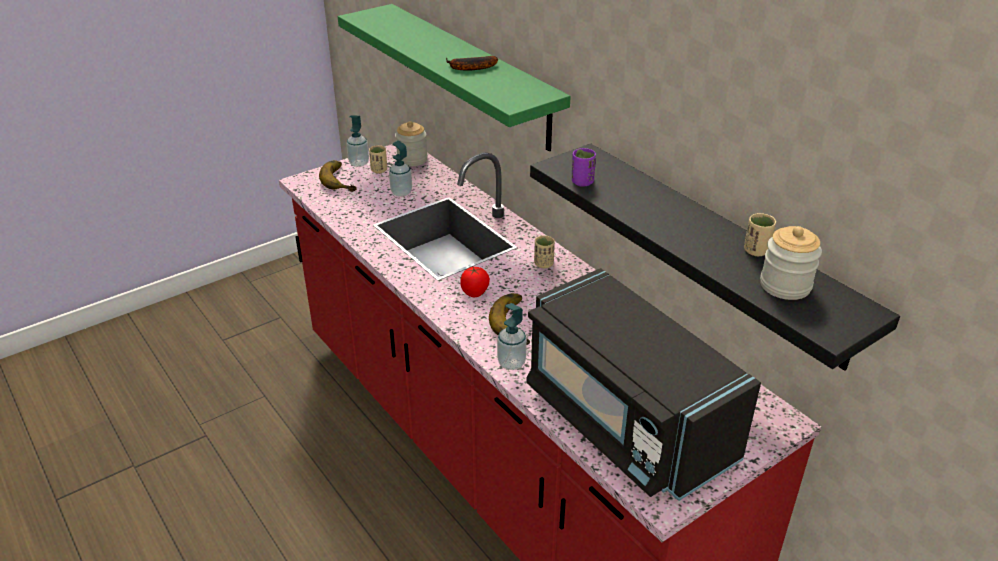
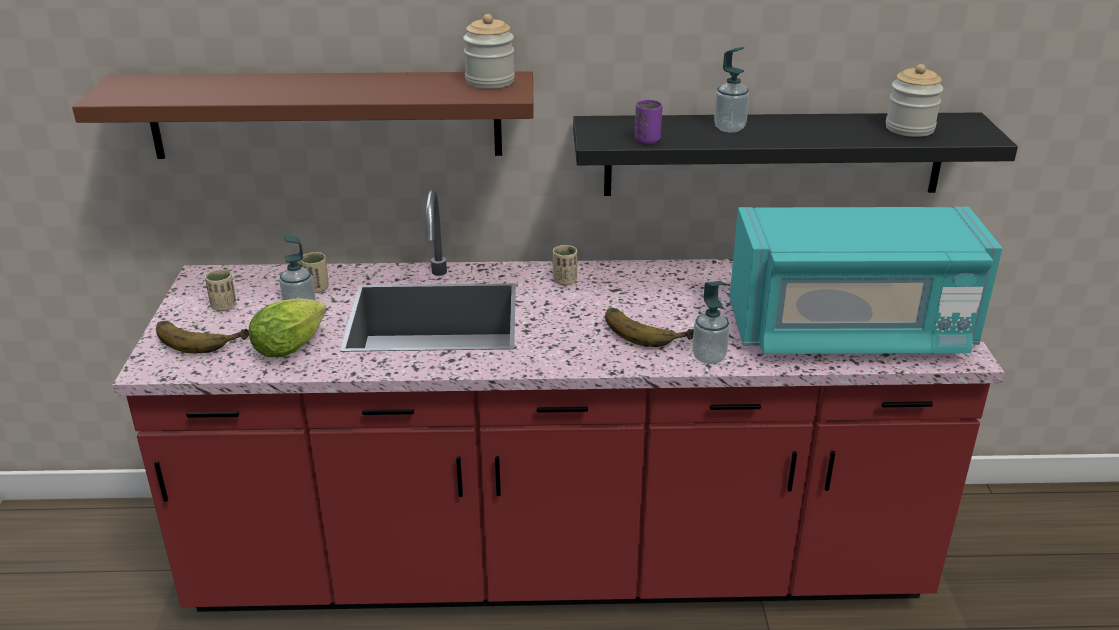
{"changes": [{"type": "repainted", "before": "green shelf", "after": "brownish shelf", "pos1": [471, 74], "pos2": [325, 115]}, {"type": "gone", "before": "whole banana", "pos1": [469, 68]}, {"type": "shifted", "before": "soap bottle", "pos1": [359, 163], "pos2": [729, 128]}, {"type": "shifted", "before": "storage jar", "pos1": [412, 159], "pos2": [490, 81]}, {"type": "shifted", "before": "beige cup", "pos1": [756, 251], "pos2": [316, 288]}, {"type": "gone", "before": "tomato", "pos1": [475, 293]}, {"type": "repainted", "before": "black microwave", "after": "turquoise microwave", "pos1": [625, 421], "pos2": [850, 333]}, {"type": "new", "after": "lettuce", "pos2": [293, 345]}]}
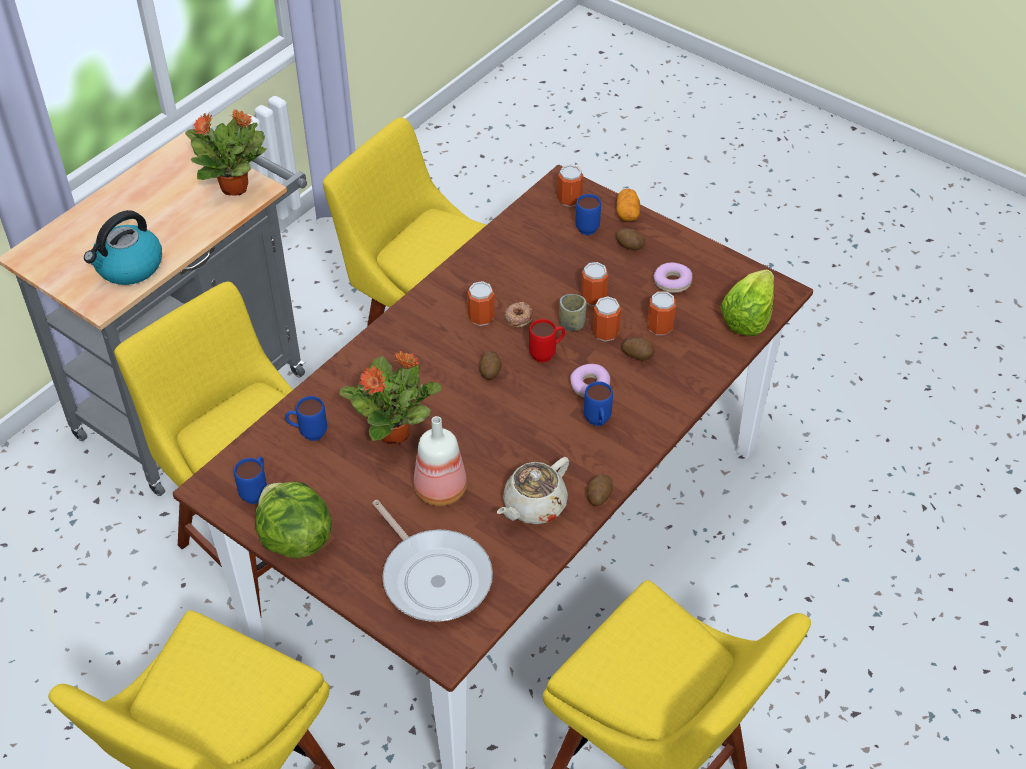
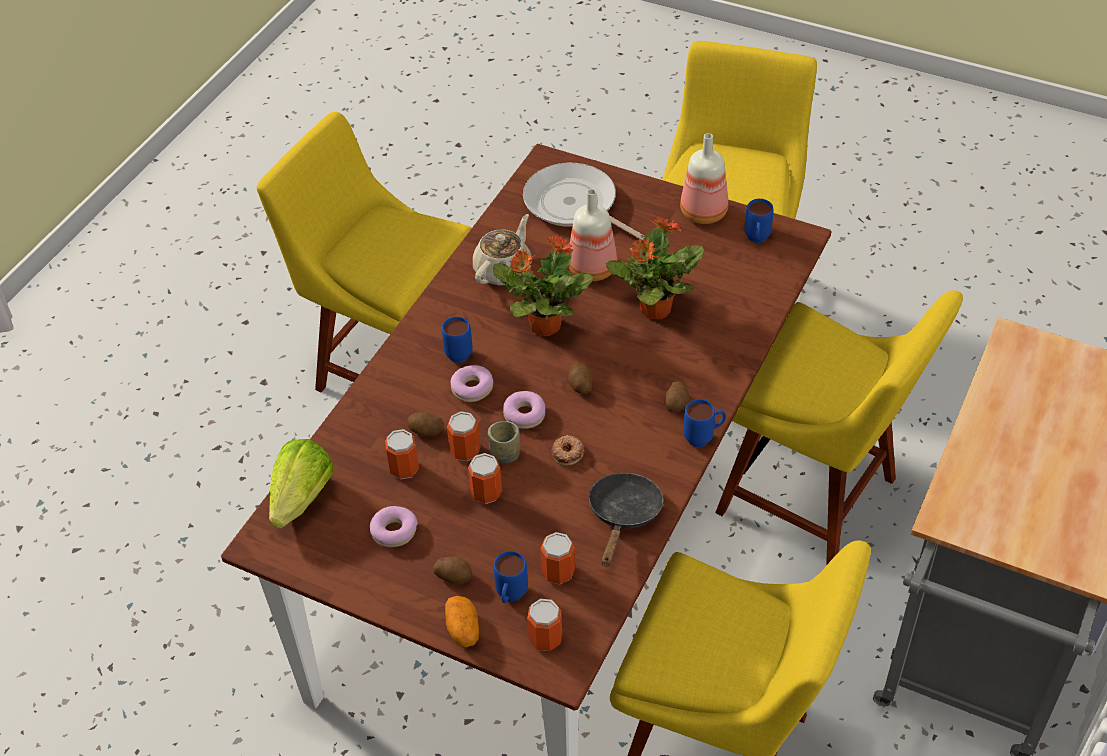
{"changes": [{"type": "shifted", "before": "plant in a pot", "pos1": [236, 187], "pos2": [544, 325]}, {"type": "gone", "before": "water kettle", "pos1": [129, 267]}, {"type": "shifted", "before": "can", "pos1": [481, 317], "pos2": [558, 572]}, {"type": "swapped", "before": "reddish tea mug", "after": "ring doughnut", "pos1": [547, 354], "pos2": [524, 414]}, {"type": "shifted", "before": "blue tea mug", "pos1": [308, 433], "pos2": [704, 438]}, {"type": "shifted", "before": "whole potato", "pos1": [598, 496], "pos2": [676, 404]}, {"type": "swapped", "before": "lettuce", "after": "beverage bottle", "pos1": [294, 539], "pos2": [703, 211]}, {"type": "new", "after": "black skillet", "pos2": [623, 515]}]}
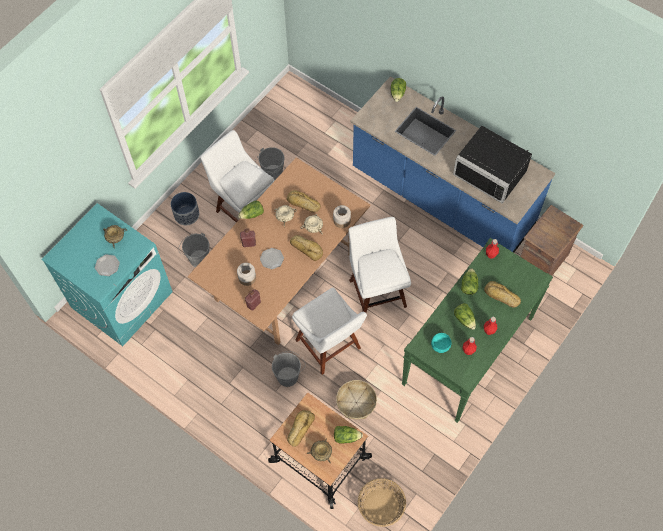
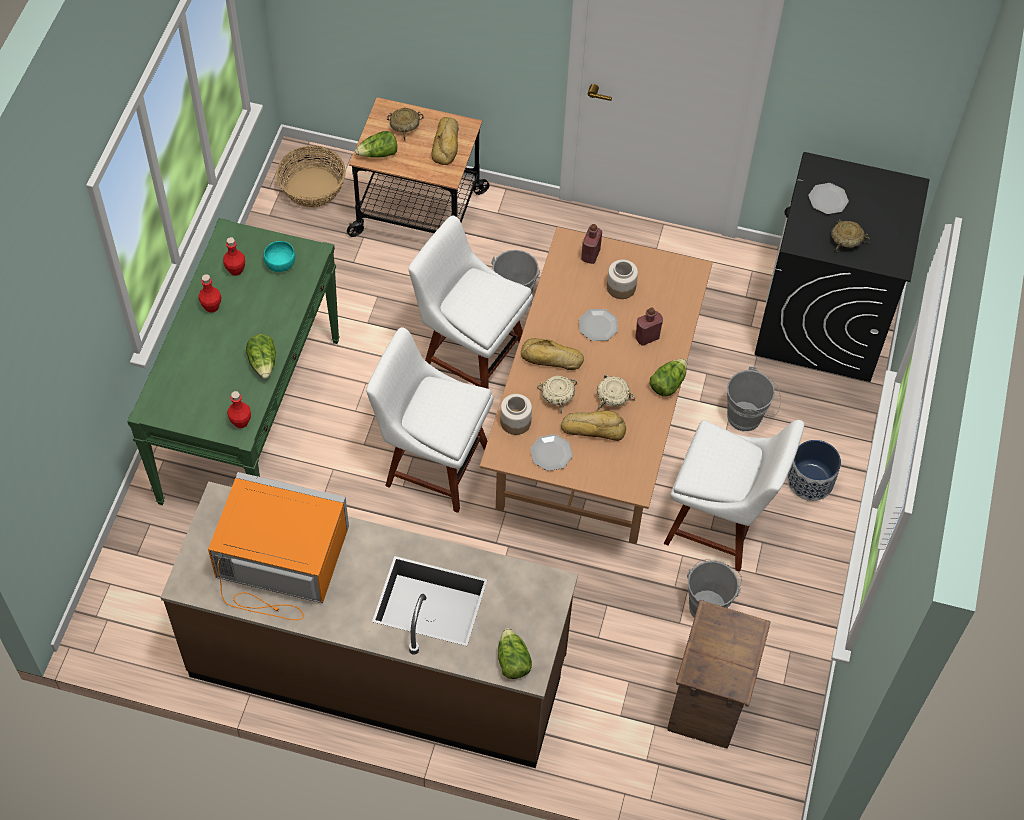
{"changes": [{"type": "repainted", "before": "blue kitchen counter", "after": "brownish kitchen counter", "pos1": [441, 198], "pos2": [378, 666]}, {"type": "repainted", "before": "black microwave", "after": "orangey microwave", "pos1": [492, 170], "pos2": [279, 562]}, {"type": "repainted", "before": "turquoise laundry machine", "after": "black laundry machine", "pos1": [122, 299], "pos2": [822, 320]}, {"type": "shifted", "before": "shipping crate", "pos1": [542, 261], "pos2": [708, 701]}, {"type": "rotated", "before": "white upright chair", "pos1": [377, 290], "pos2": [432, 464], "turn": 150}, {"type": "gone", "before": "bread", "pos1": [501, 296]}, {"type": "gone", "before": "lettuce", "pos1": [464, 319]}, {"type": "gone", "before": "household basket", "pos1": [356, 402]}, {"type": "new", "after": "plate", "pos2": [550, 453]}]}
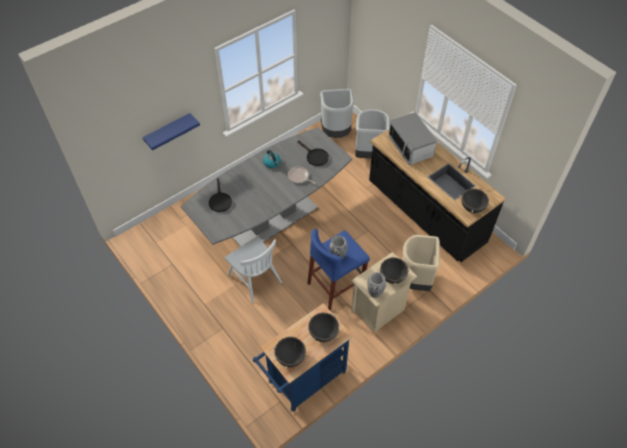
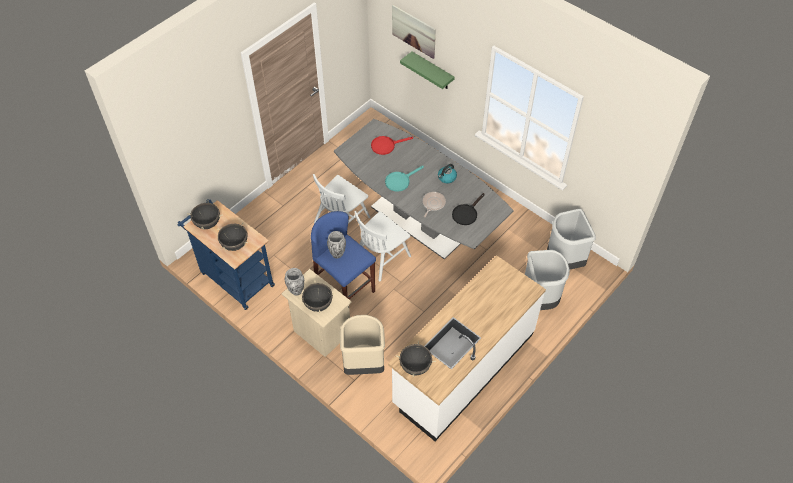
{"changes": [{"type": "gone", "before": "microwave", "pos1": [410, 147]}, {"type": "repainted", "before": "blue shelf", "after": "green shelf", "pos1": [168, 132], "pos2": [432, 71]}, {"type": "repainted", "before": "black kitchen counter", "after": "white kitchen counter", "pos1": [425, 213], "pos2": [463, 368]}, {"type": "repainted", "before": "black skillet", "after": "reddish skillet", "pos1": [220, 200], "pos2": [386, 145]}, {"type": "new", "after": "picture", "pos2": [414, 31]}, {"type": "new", "after": "turquoise skillet", "pos2": [400, 181]}, {"type": "new", "after": "white upright chair", "pos2": [381, 257]}]}
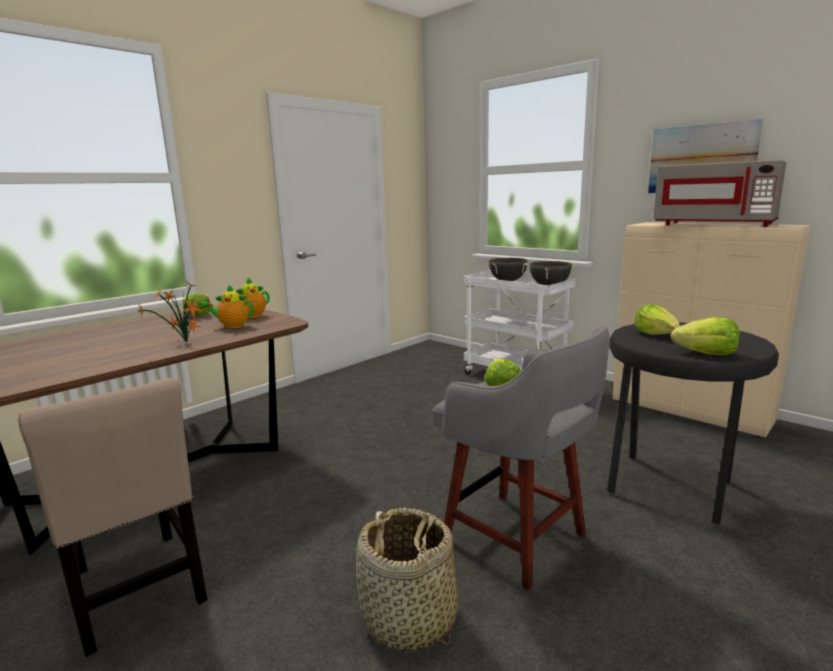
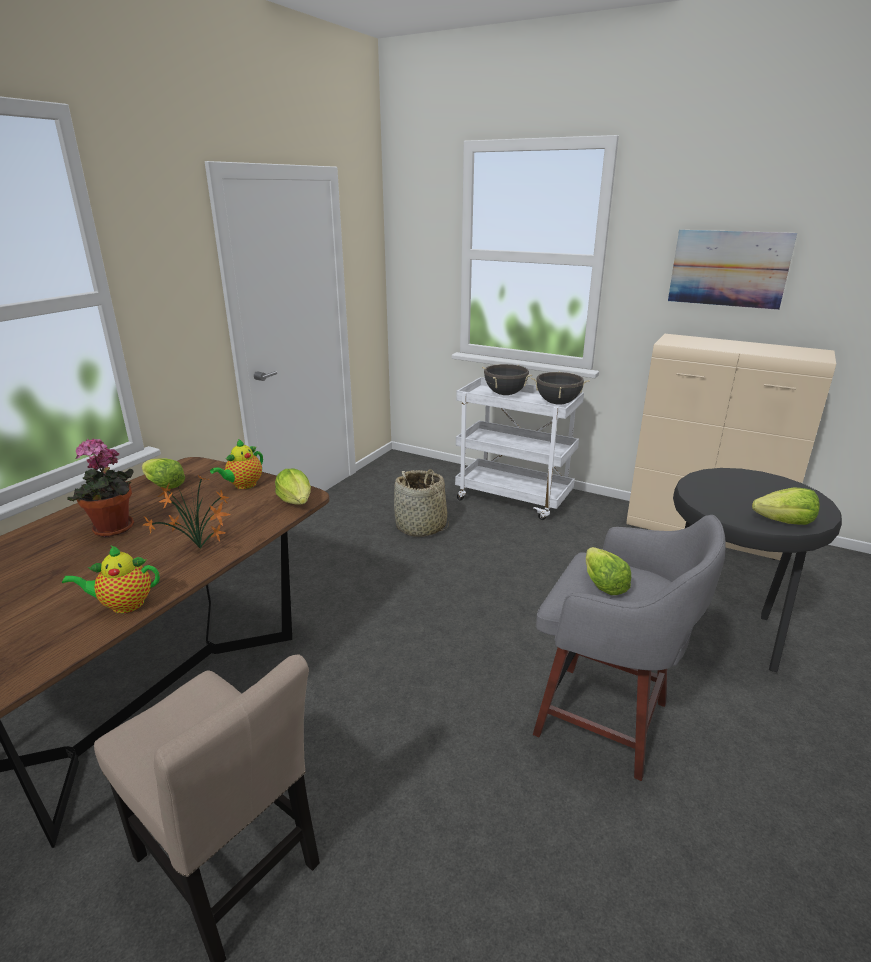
{"changes": [{"type": "gone", "before": "grey microwave", "pos1": [714, 225]}, {"type": "shifted", "before": "pot for tea", "pos1": [232, 326], "pos2": [123, 605]}, {"type": "shifted", "before": "lettuce", "pos1": [656, 335], "pos2": [296, 501]}, {"type": "shifted", "before": "household basket", "pos1": [409, 620], "pos2": [421, 527]}, {"type": "new", "after": "plant in a pot", "pos2": [114, 530]}]}
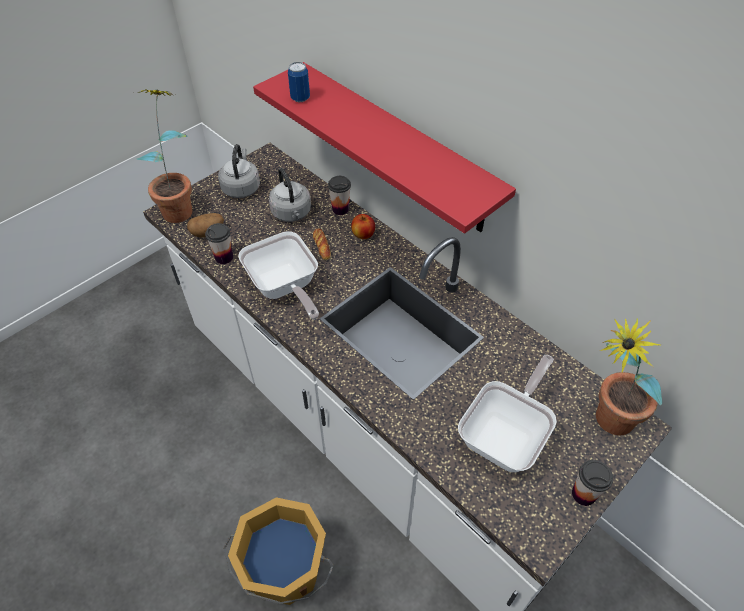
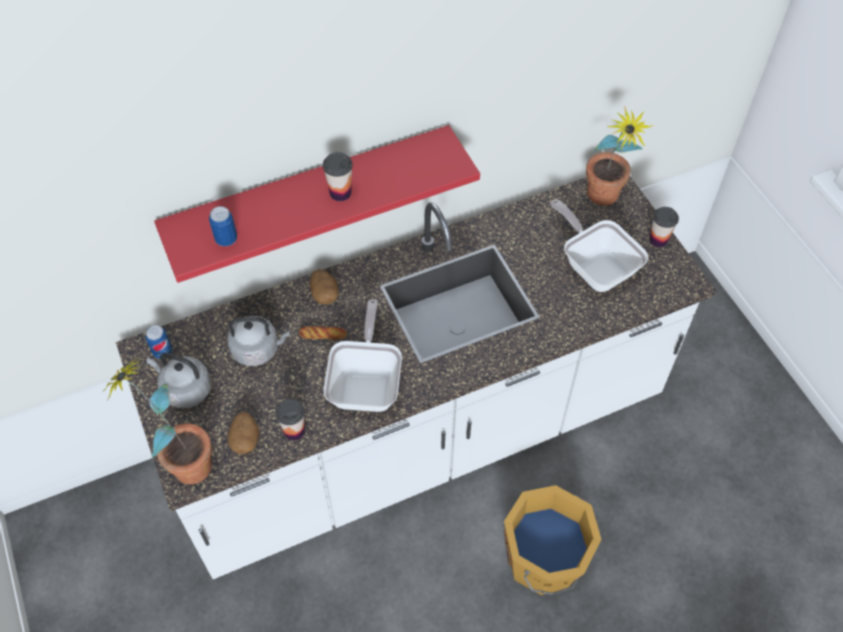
{"changes": [{"type": "shifted", "before": "cup", "pos1": [340, 209], "pos2": [340, 193]}, {"type": "swapped", "before": "apple", "after": "whole potato", "pos1": [363, 235], "pos2": [324, 294]}, {"type": "rotated", "before": "skillet", "pos1": [284, 288], "pos2": [367, 383], "turn": -75}, {"type": "new", "after": "can", "pos2": [162, 351]}]}
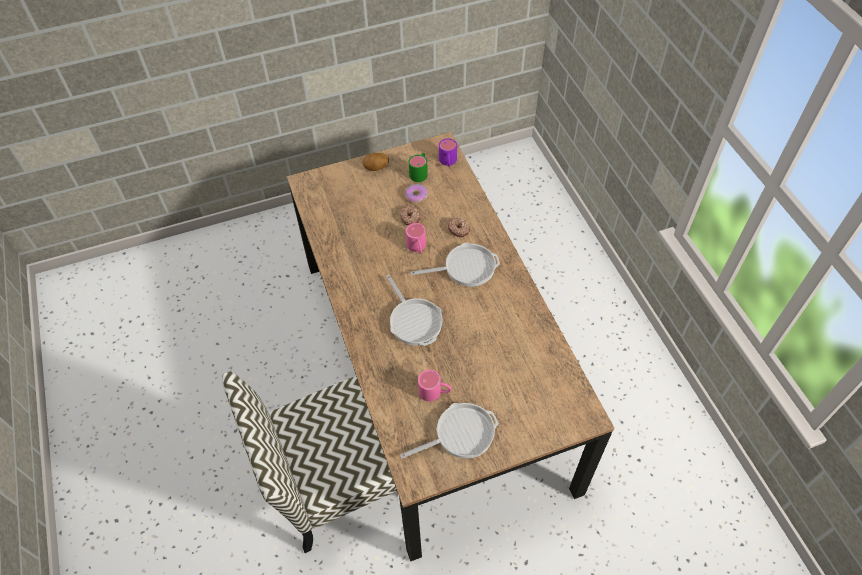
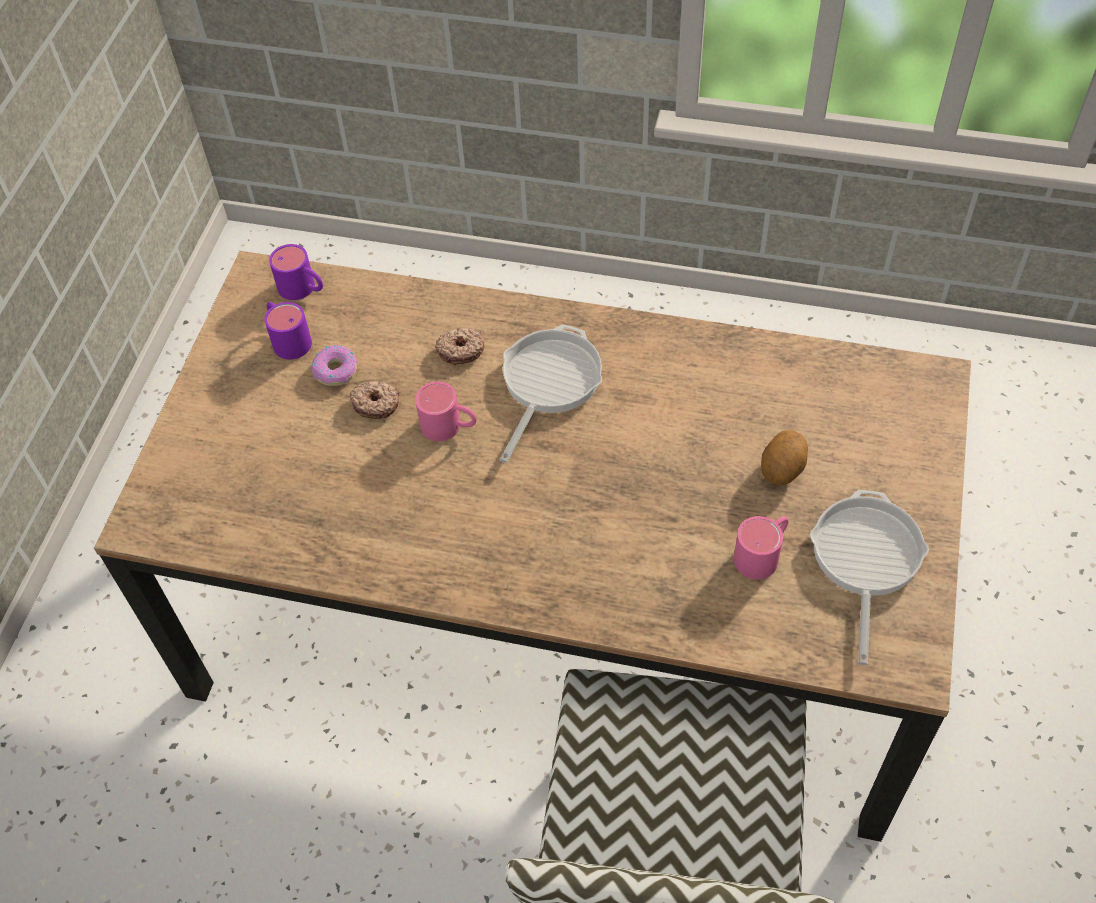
{"changes": [{"type": "shifted", "before": "whole potato", "pos1": [376, 168], "pos2": [782, 470]}, {"type": "repainted", "before": "green tea mug", "after": "purple-coloured tea mug", "pos1": [420, 172], "pos2": [287, 338]}, {"type": "gone", "before": "skillet", "pos1": [414, 320]}]}
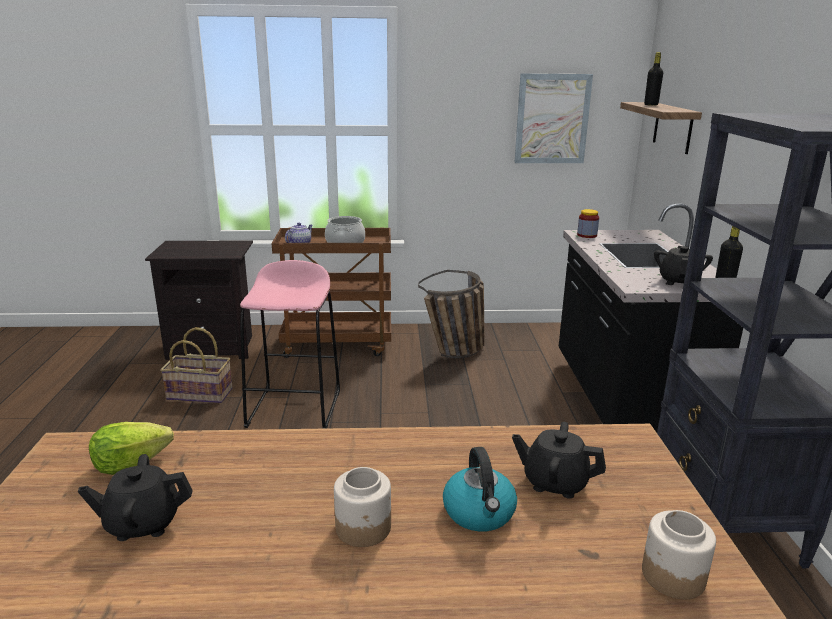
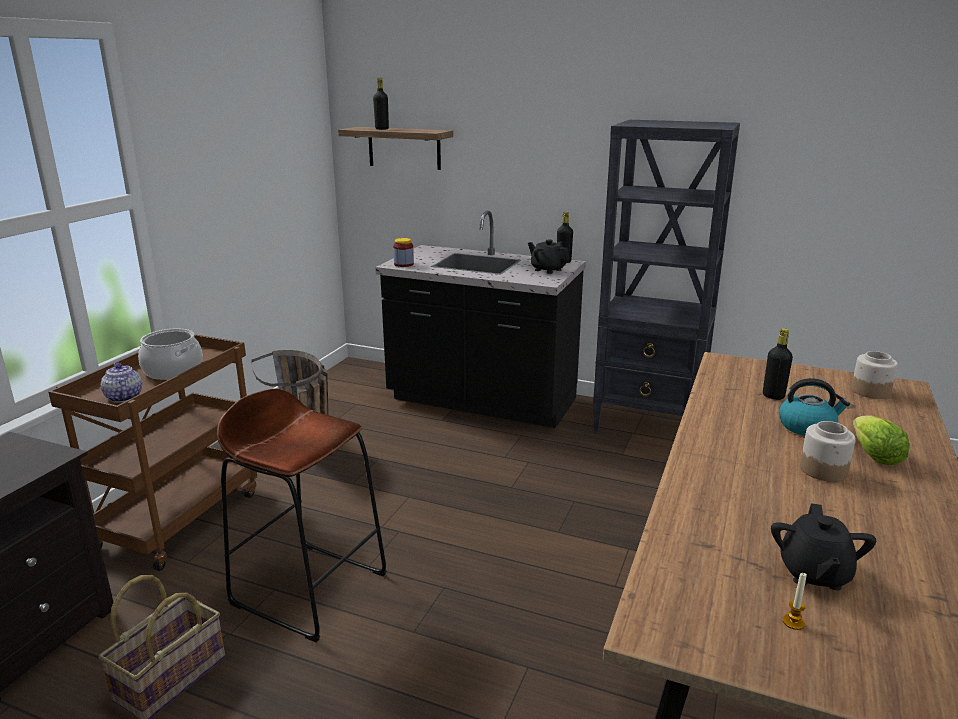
{"changes": [{"type": "gone", "before": "picture", "pos1": [552, 119]}, {"type": "repainted", "before": "pinkish sitting stool", "after": "brownish sitting stool", "pos1": [295, 408], "pos2": [309, 588]}, {"type": "shifted", "before": "lettuce", "pos1": [130, 464], "pos2": [874, 456]}, {"type": "swapped", "before": "black pot for tea", "after": "black beverage bottle", "pos1": [555, 482], "pos2": [773, 396]}, {"type": "new", "after": "wax light", "pos2": [793, 622]}]}
